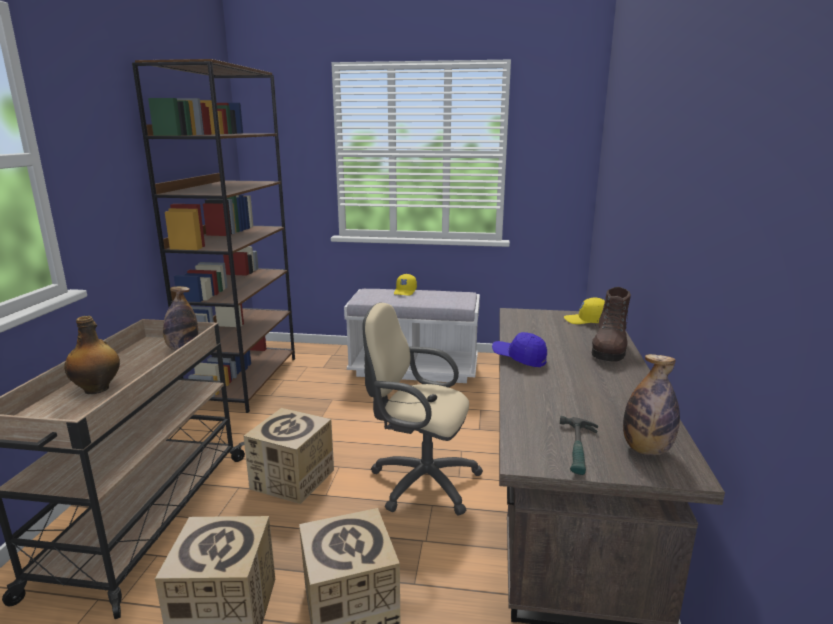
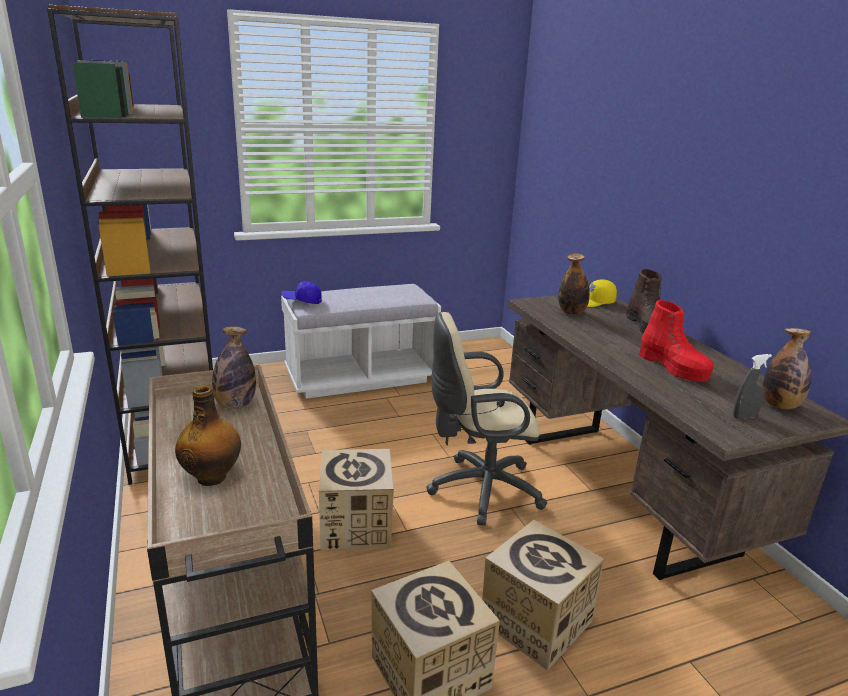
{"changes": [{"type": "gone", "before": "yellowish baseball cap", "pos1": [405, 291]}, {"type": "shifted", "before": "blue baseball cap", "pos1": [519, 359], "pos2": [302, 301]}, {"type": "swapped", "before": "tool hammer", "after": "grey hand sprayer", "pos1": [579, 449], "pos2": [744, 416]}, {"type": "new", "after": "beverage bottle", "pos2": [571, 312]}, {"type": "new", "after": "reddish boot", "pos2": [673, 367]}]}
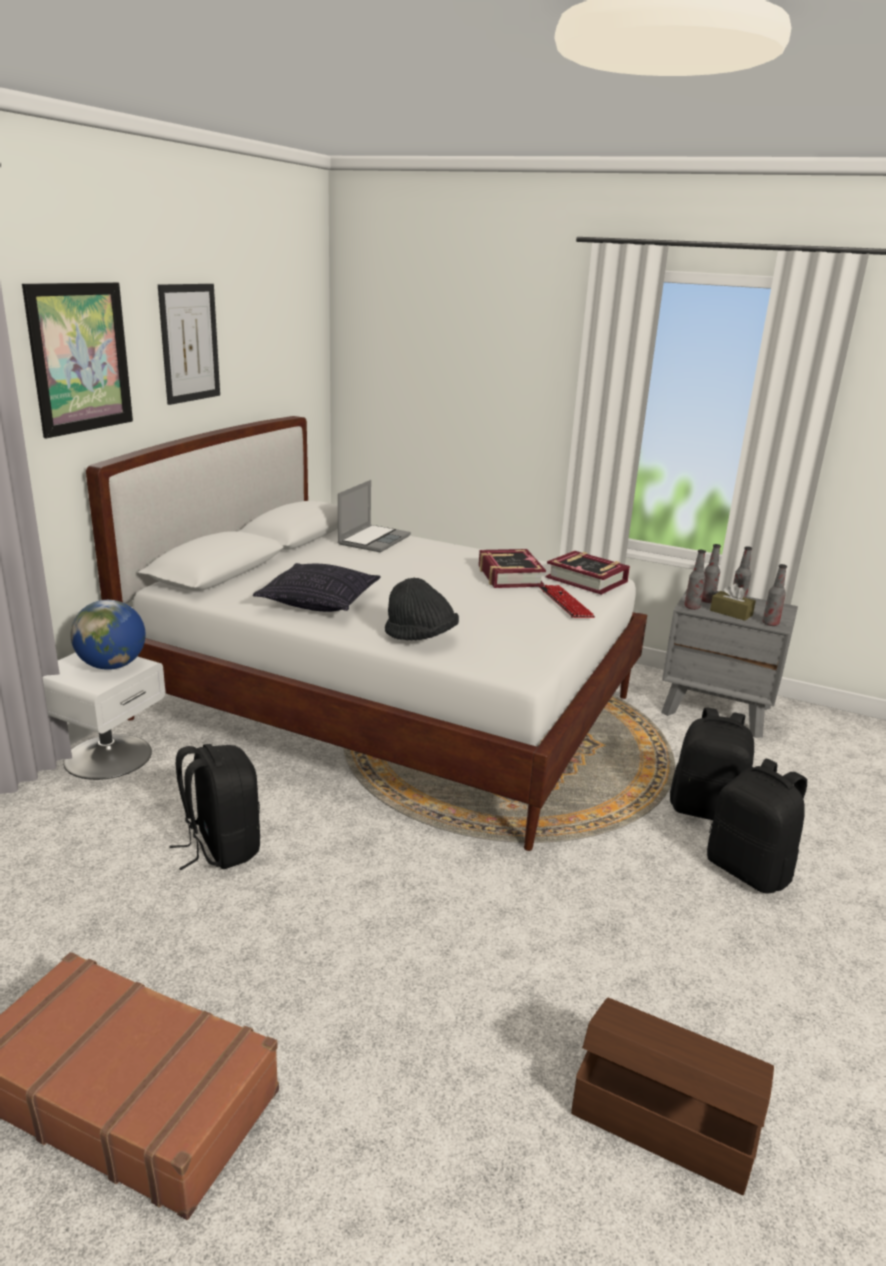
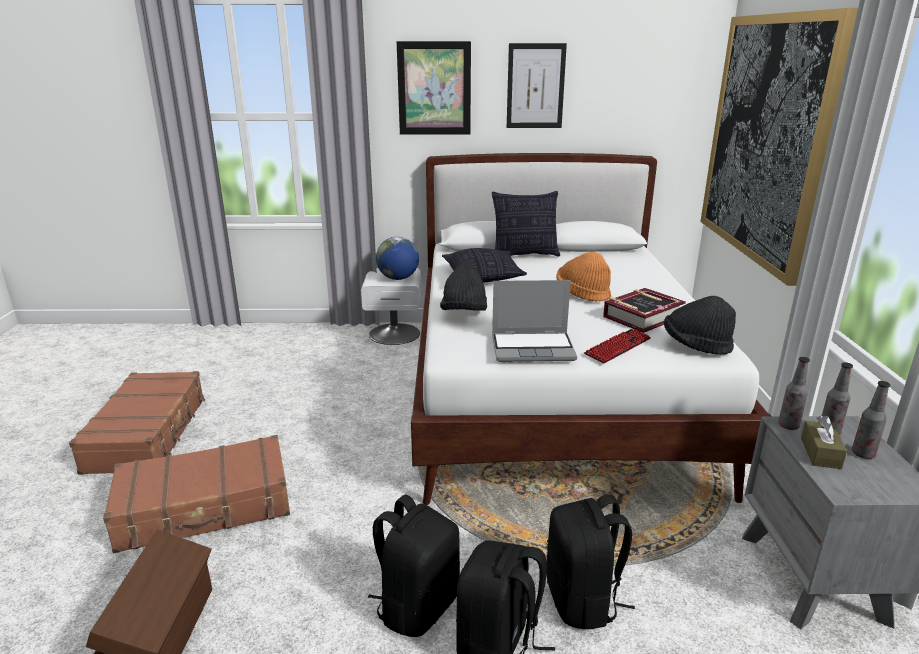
{"changes": [{"type": "shifted", "before": "laptop", "pos1": [373, 540], "pos2": [533, 348]}, {"type": "swapped", "before": "book", "after": "black clothing hat", "pos1": [586, 580], "pos2": [696, 346]}, {"type": "gone", "before": "beverage bottle", "pos1": [770, 624]}, {"type": "shifted", "before": "black rucksack", "pos1": [221, 847], "pos2": [417, 606]}, {"type": "new", "after": "picture", "pos2": [768, 139]}, {"type": "new", "after": "pillow", "pos2": [525, 255]}, {"type": "new", "after": "orangey clothing hat", "pos2": [582, 294]}, {"type": "new", "after": "brownish suitcase", "pos2": [205, 507]}]}
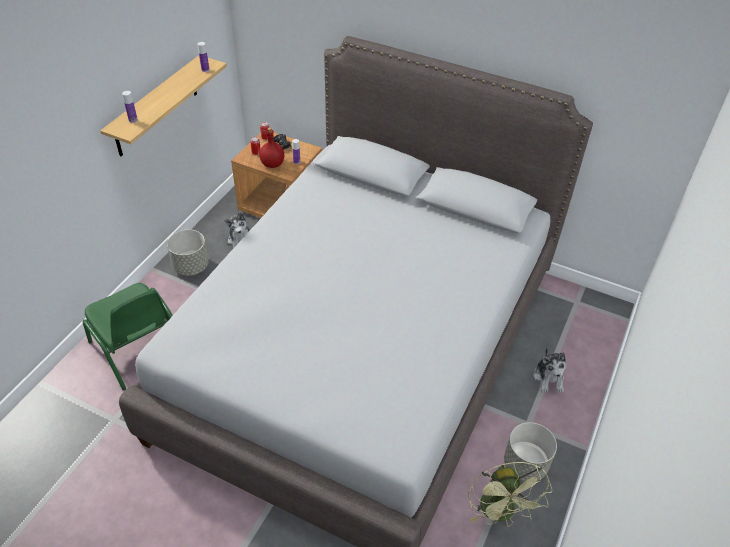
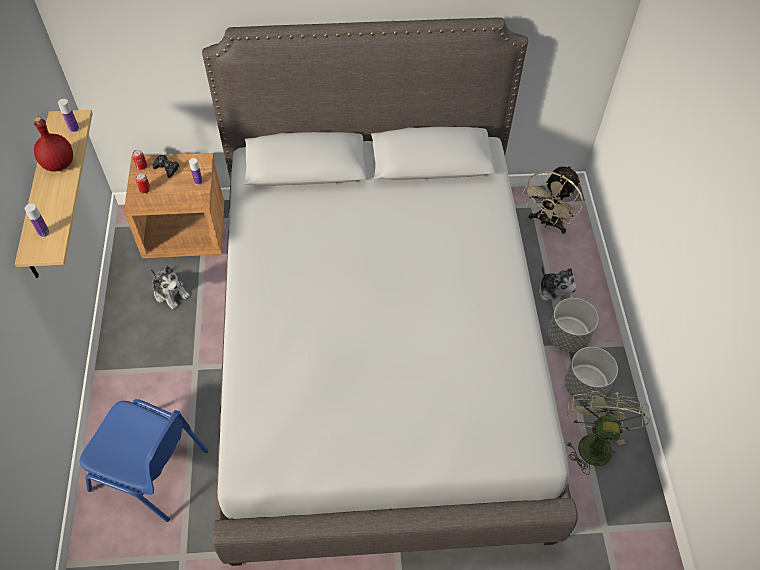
{"changes": [{"type": "shifted", "before": "reddish beverage bottle", "pos1": [272, 164], "pos2": [58, 164]}, {"type": "shifted", "before": "grey flower pot", "pos1": [190, 266], "pos2": [567, 337]}, {"type": "repainted", "before": "green upright chair", "after": "blue upright chair", "pos1": [139, 350], "pos2": [151, 470]}, {"type": "rotated", "before": "green fan", "pos1": [501, 513], "pos2": [593, 442], "turn": -135}, {"type": "new", "after": "beige fan", "pos2": [548, 222]}]}
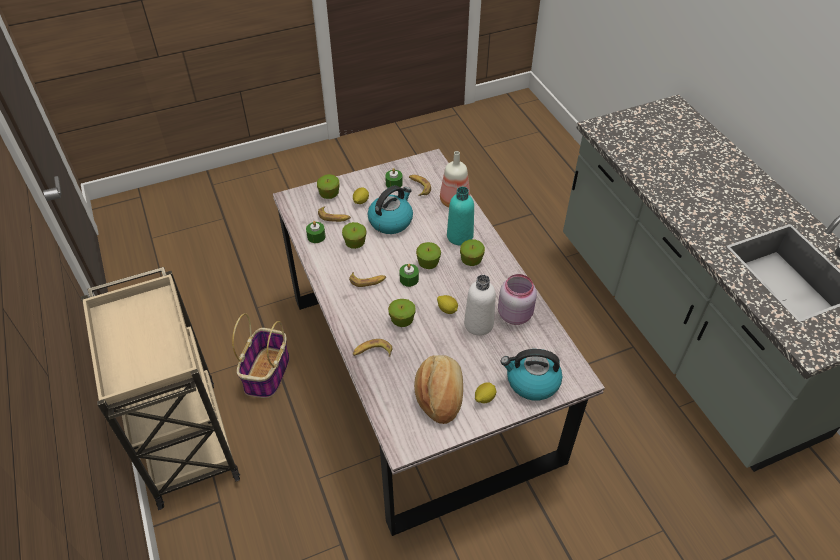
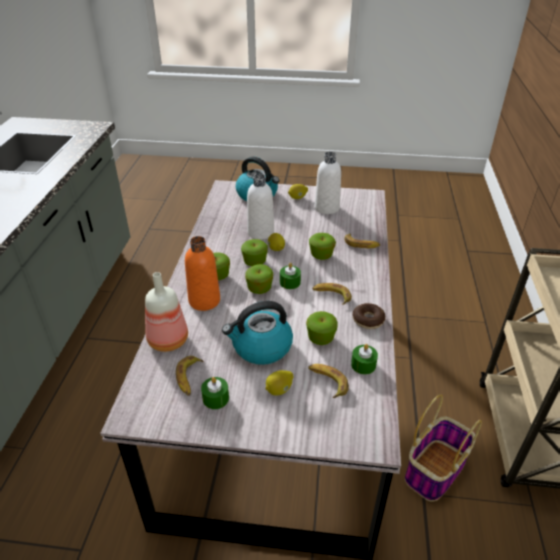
{"changes": [{"type": "shifted", "before": "apple", "pos1": [329, 194], "pos2": [254, 262]}, {"type": "repainted", "before": "turquoise beverage bottle", "after": "orangey beverage bottle", "pos1": [460, 236], "pos2": [204, 301]}, {"type": "gone", "before": "pinkish storage jar", "pos1": [515, 314]}, {"type": "swapped", "before": "bread", "after": "white beverage bottle", "pos1": [440, 395], "pos2": [327, 208]}, {"type": "new", "after": "ring doughnut", "pos2": [368, 320]}]}
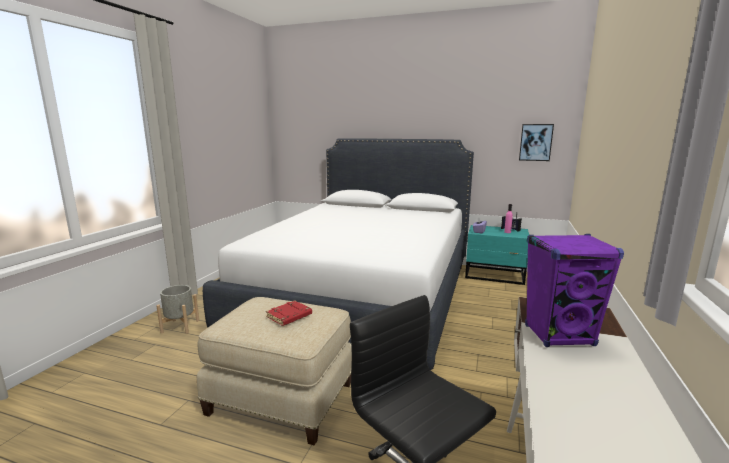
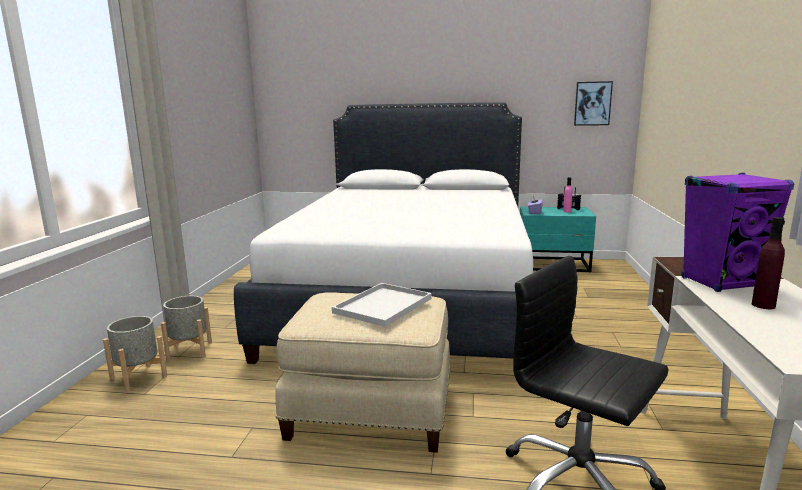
{"changes": [{"type": "swapped", "before": "reddish book", "after": "white serving tray", "pos1": [289, 316], "pos2": [383, 306]}, {"type": "new", "after": "purple-coloured beverage bottle", "pos2": [763, 305]}, {"type": "new", "after": "grey flower pot", "pos2": [138, 377]}]}
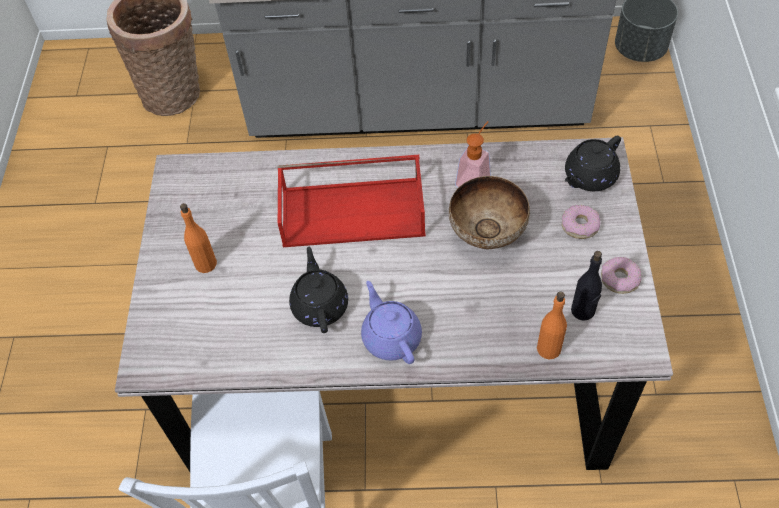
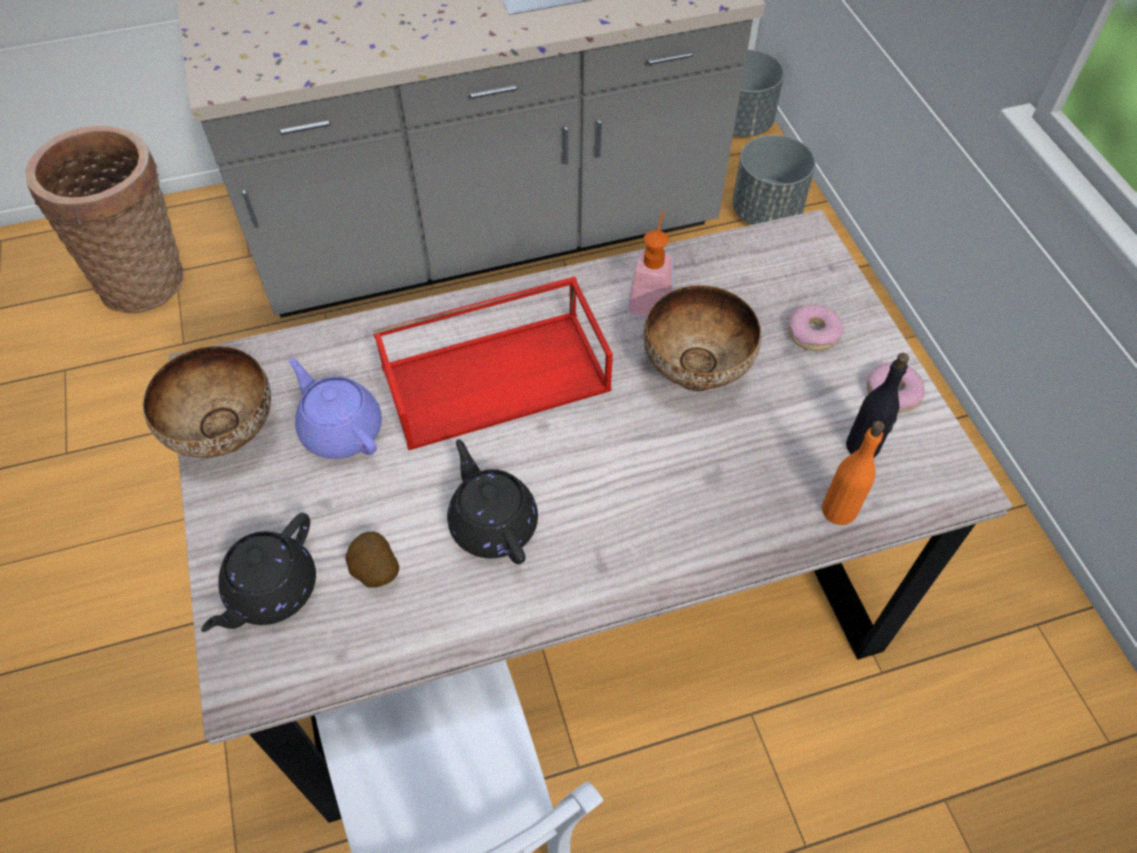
{"changes": [{"type": "shifted", "before": "black pot for tea", "pos1": [589, 177], "pos2": [271, 591]}, {"type": "gone", "before": "orangey beverage bottle", "pos1": [205, 264]}, {"type": "shifted", "before": "purple-coloured pot for tea", "pos1": [391, 337], "pos2": [341, 429]}, {"type": "new", "after": "grey flower pot", "pos2": [766, 212]}, {"type": "new", "after": "bowl", "pos2": [226, 435]}, {"type": "new", "after": "whole potato", "pos2": [375, 573]}]}
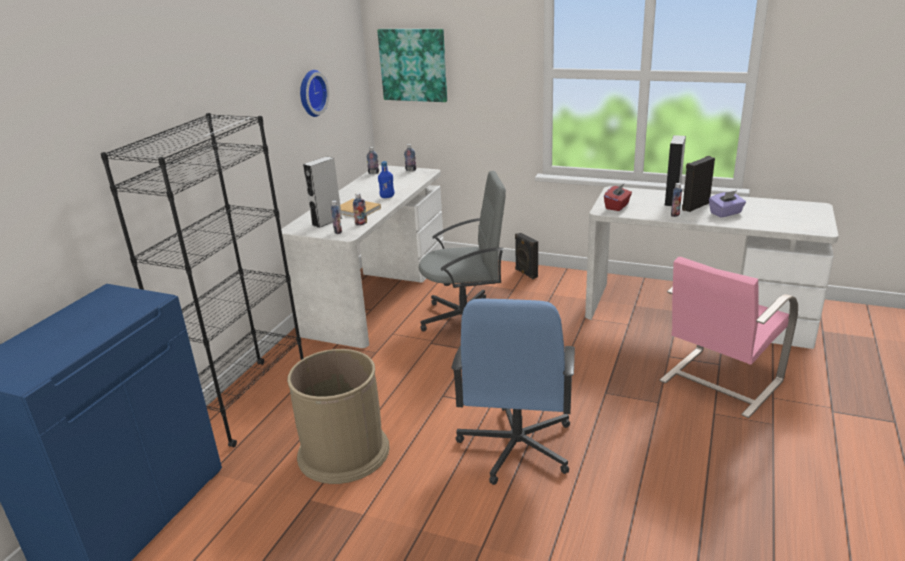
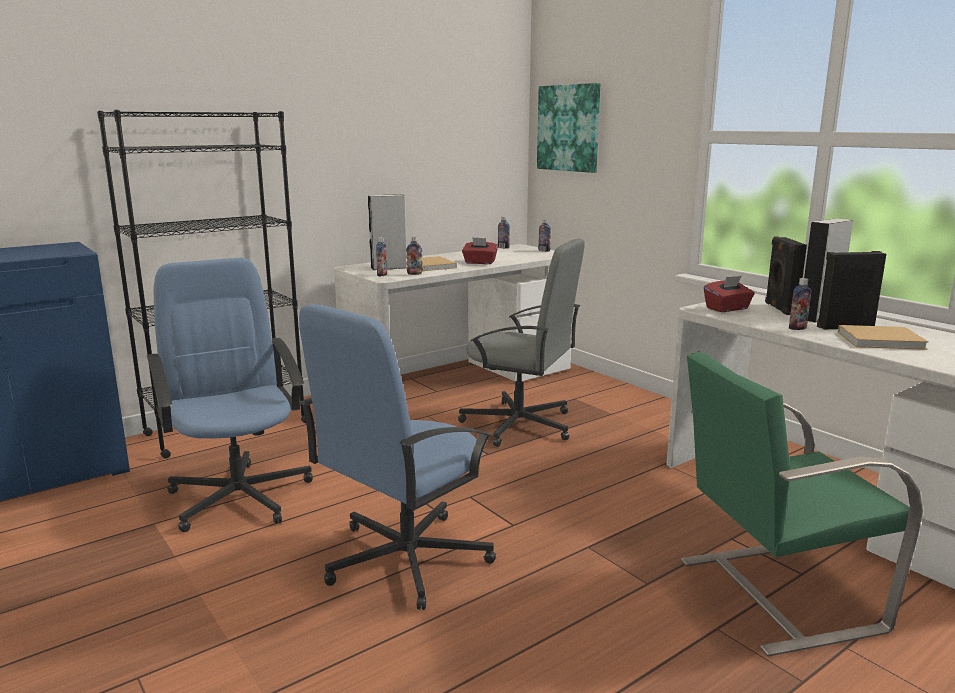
{"changes": [{"type": "gone", "before": "hanging clock", "pos1": [310, 93]}, {"type": "swapped", "before": "blue beverage bottle", "after": "reddish box of tissues", "pos1": [387, 197], "pos2": [479, 262]}, {"type": "swapped", "before": "purple-coloured box of tissues", "after": "beige book", "pos1": [725, 213], "pos2": [883, 340]}, {"type": "shifted", "before": "black audio speaker", "pos1": [525, 273], "pos2": [779, 308]}, {"type": "repainted", "before": "pinkish upright chair", "after": "green upright chair", "pos1": [719, 382], "pos2": [774, 594]}, {"type": "swapped", "before": "brownish trash can", "after": "blue desk chair", "pos1": [343, 451], "pos2": [240, 496]}]}
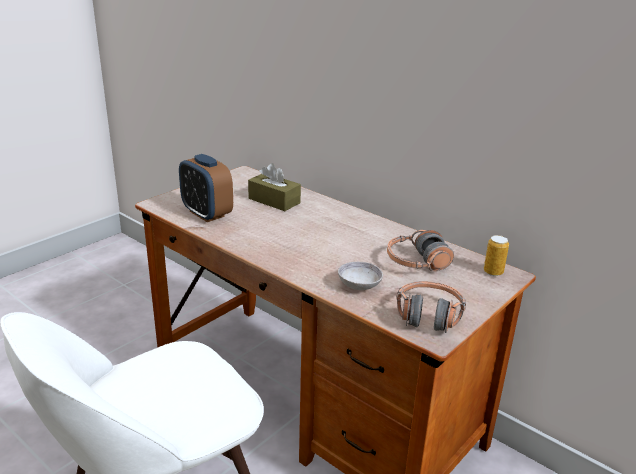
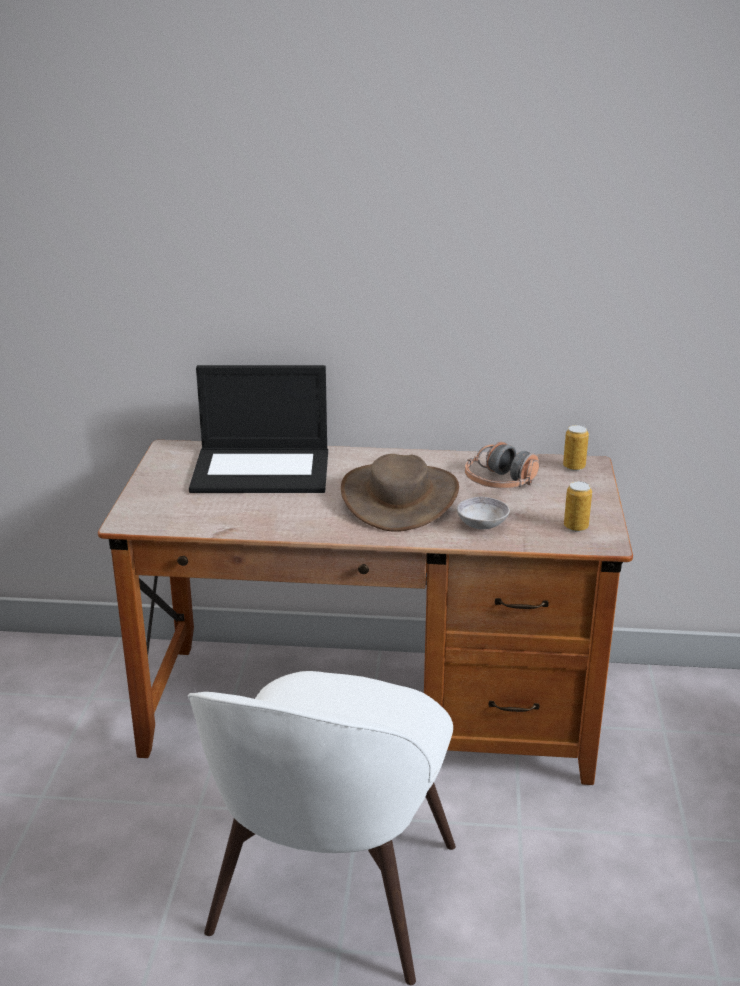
{"changes": [{"type": "gone", "before": "alarm clock", "pos1": [207, 214]}, {"type": "swapped", "before": "brownish box of tissues", "after": "laptop", "pos1": [274, 201], "pos2": [263, 470]}, {"type": "swapped", "before": "headphones", "after": "can", "pos1": [428, 316], "pos2": [576, 527]}, {"type": "new", "after": "brownish clothing hat", "pos2": [400, 497]}]}
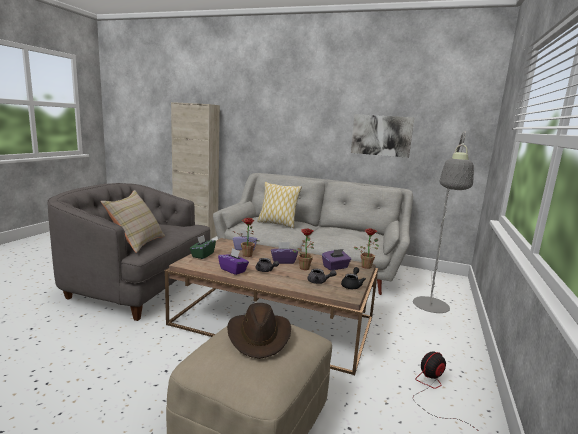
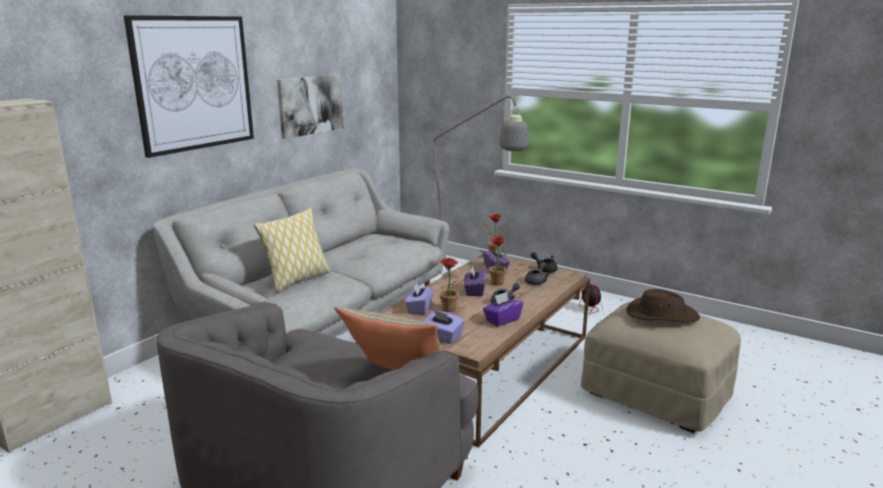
{"changes": [{"type": "repainted", "before": "green box of tissues", "after": "purple-coloured box of tissues", "pos1": [202, 255], "pos2": [442, 337]}, {"type": "new", "after": "picture", "pos2": [194, 83]}]}
